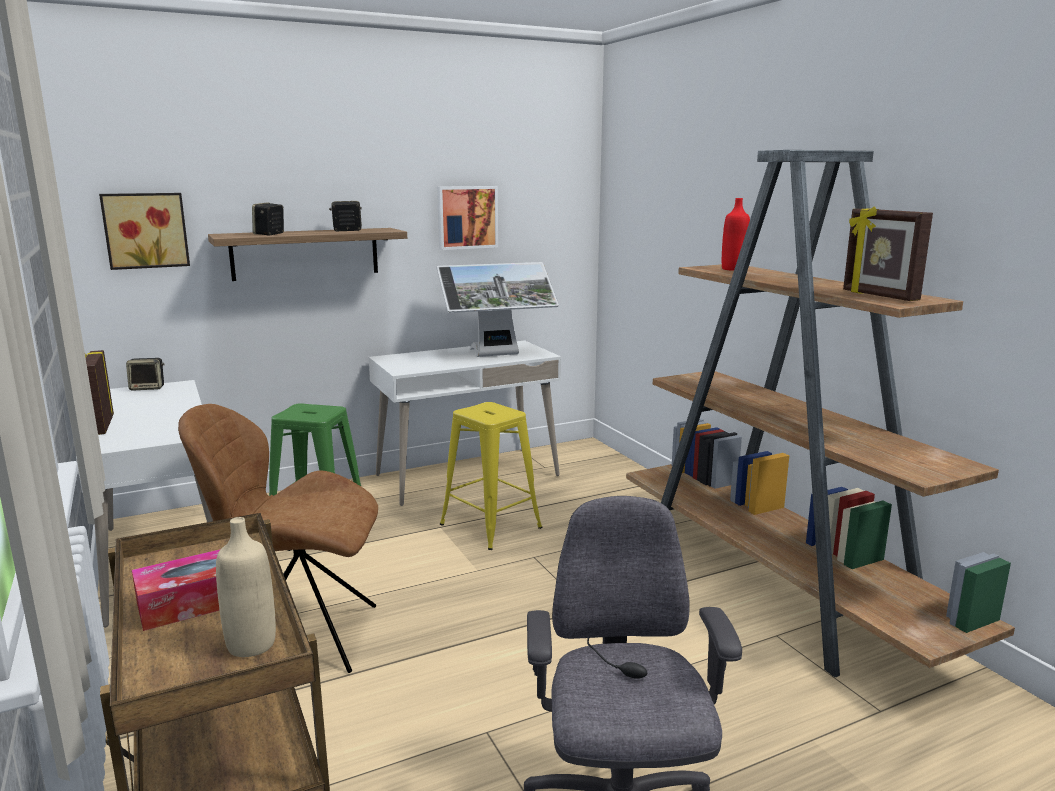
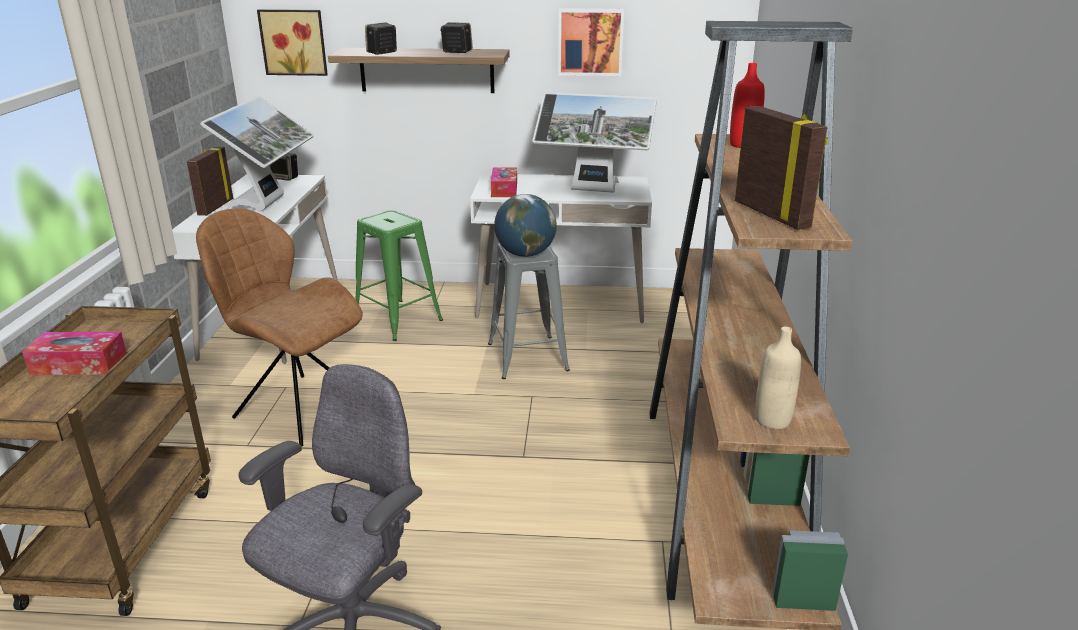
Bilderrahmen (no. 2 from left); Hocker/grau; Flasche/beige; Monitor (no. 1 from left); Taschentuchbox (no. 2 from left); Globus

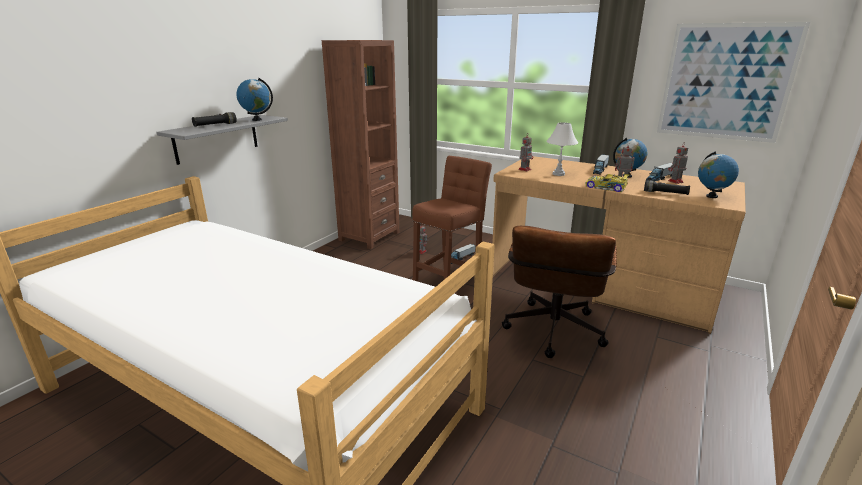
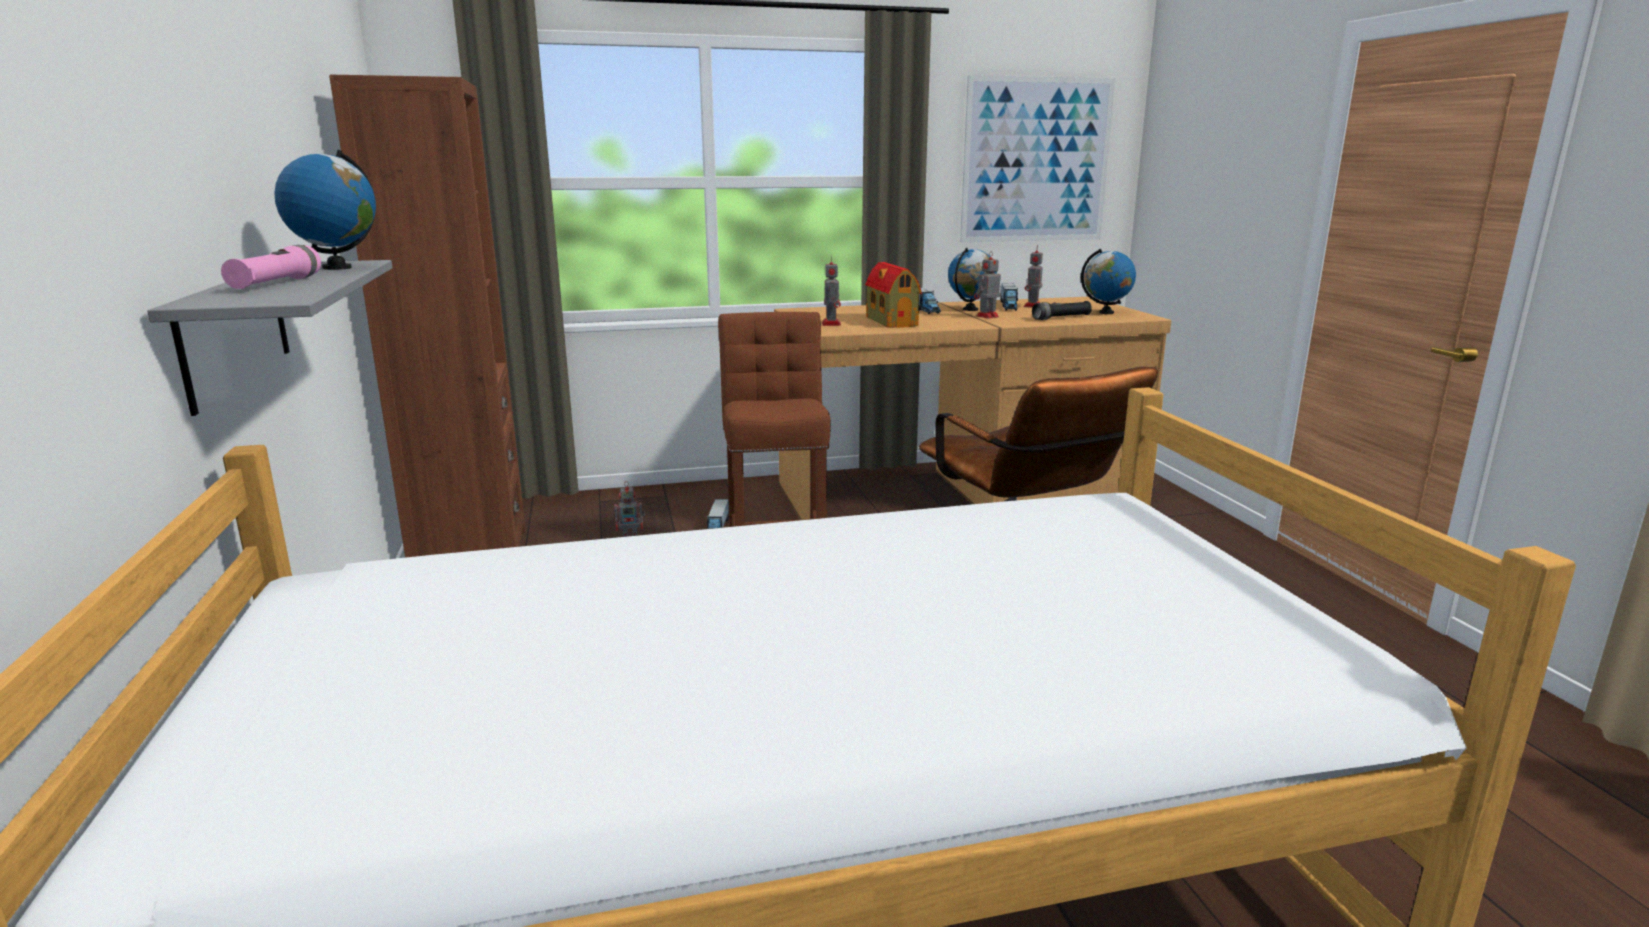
Taschenlampe/rosa; Spielzeughaus; Spielzeugauto

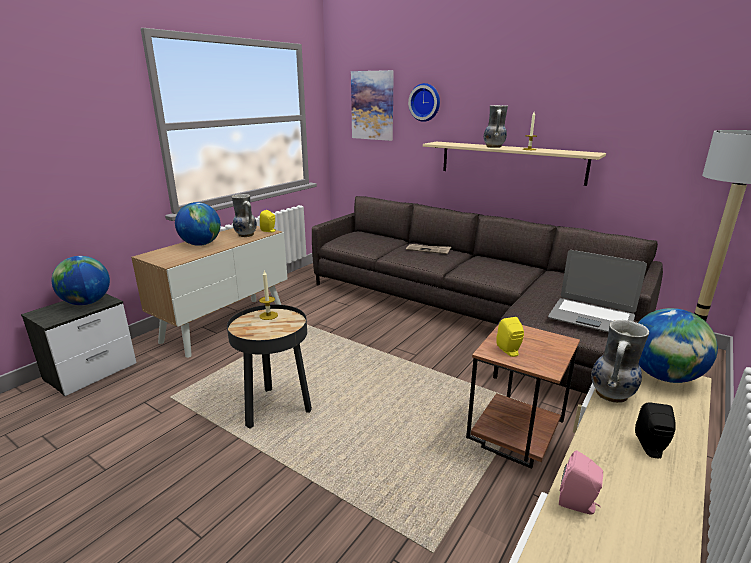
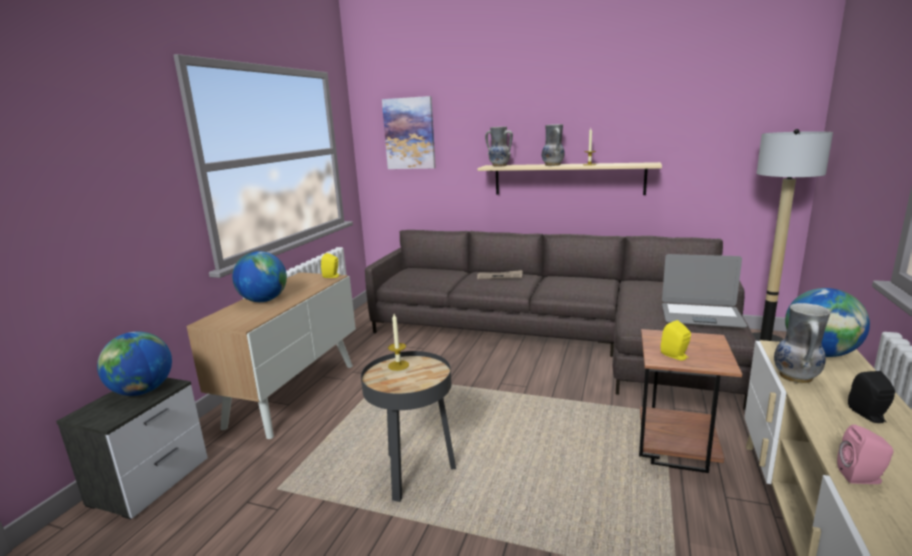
Wanduhr; Vase (no. 1 from left)

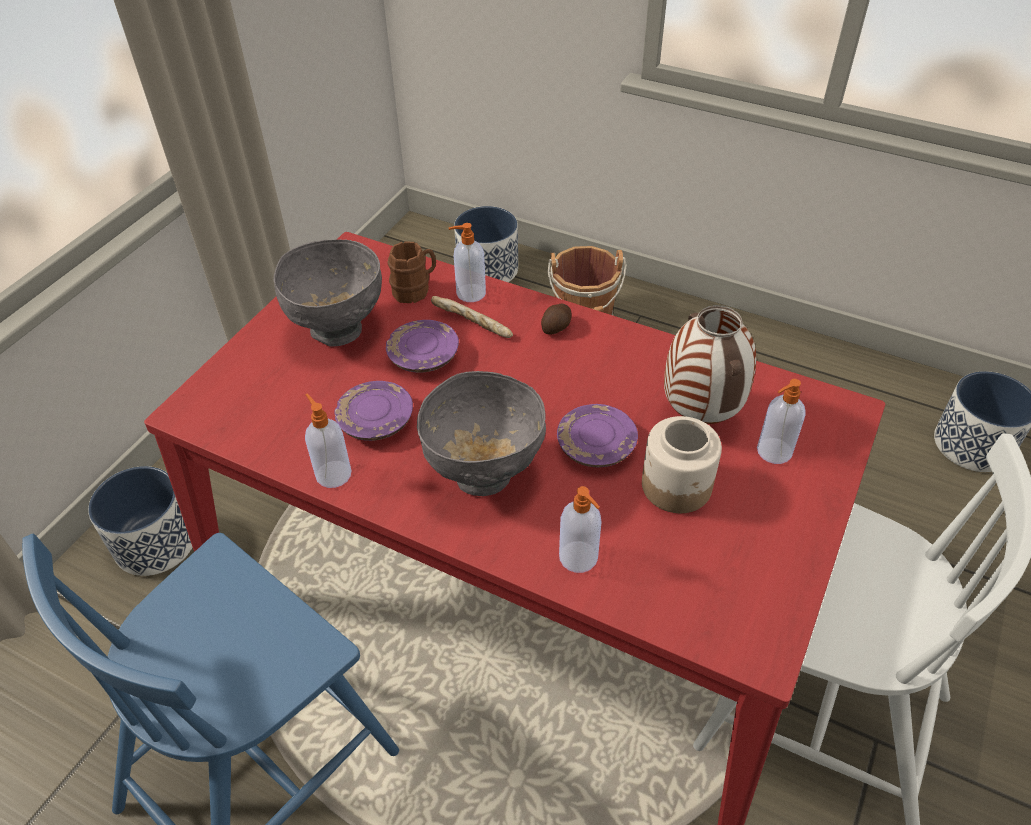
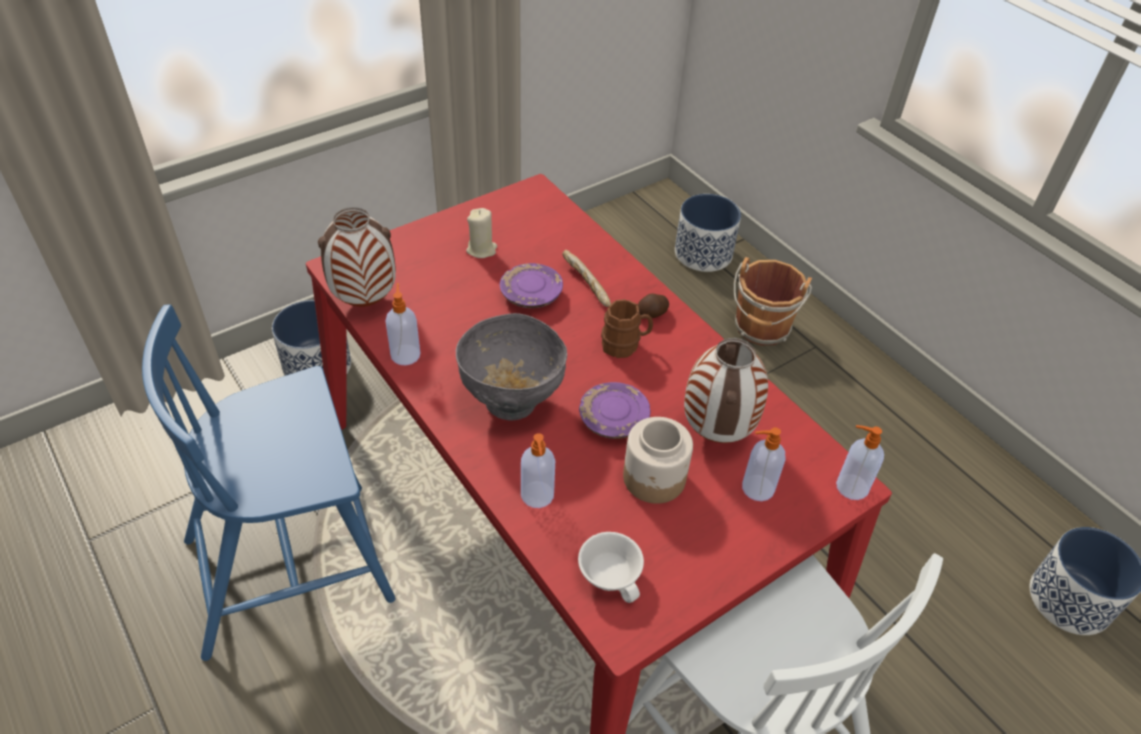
Seifenspender (no. 4 from left); Kerze/beige; Henkelbecher/braun; Teller/lila (no. 1 from left in the first image); Vase (no. 1 from left); Tasse/weiß

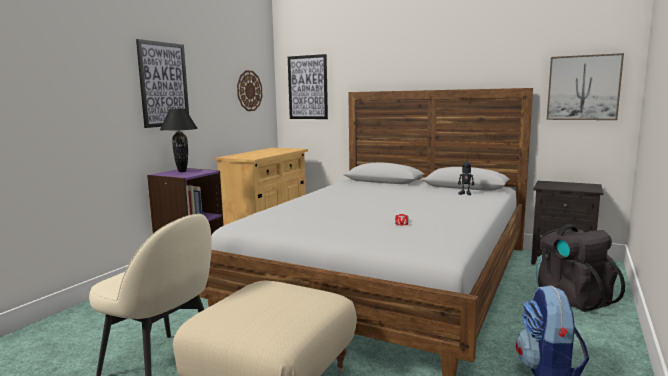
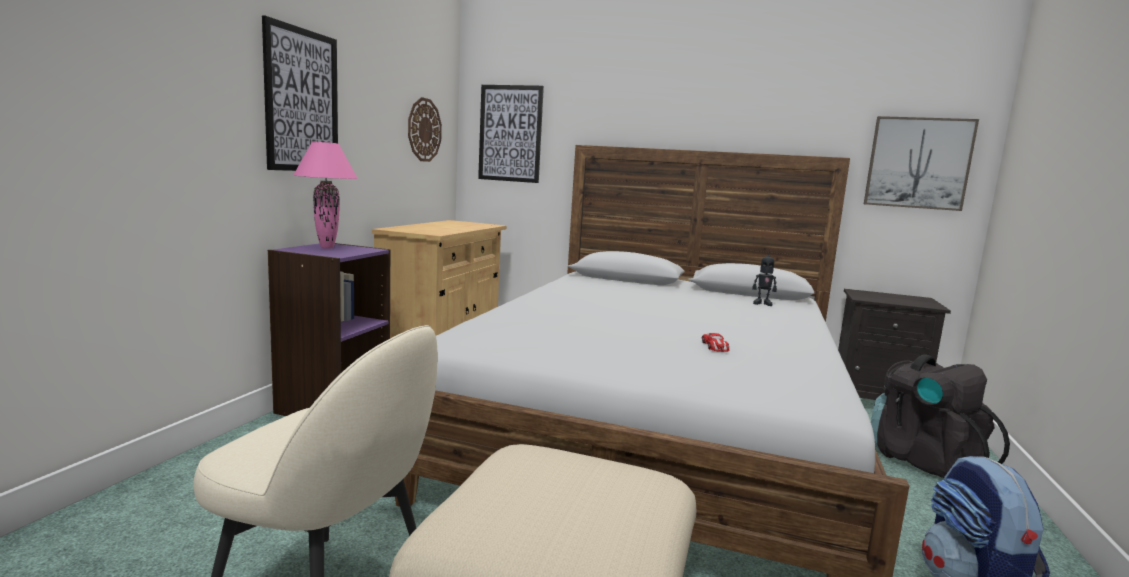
Tischlampe/rosa

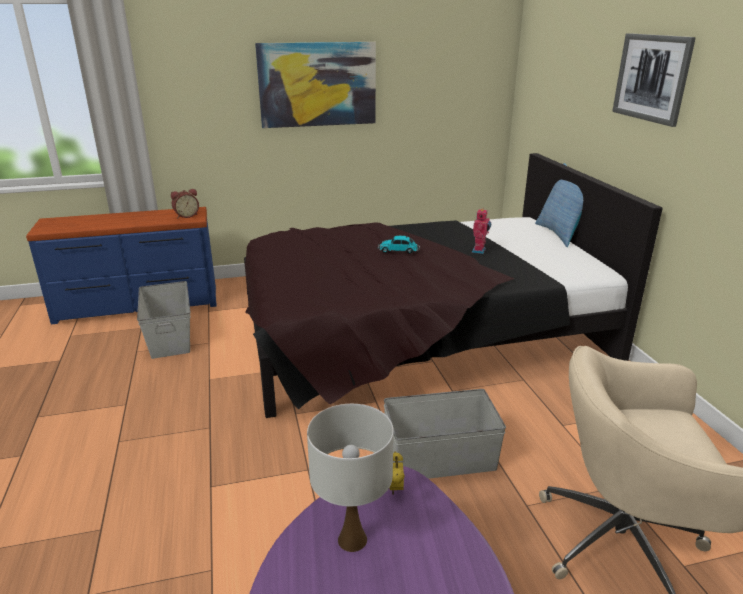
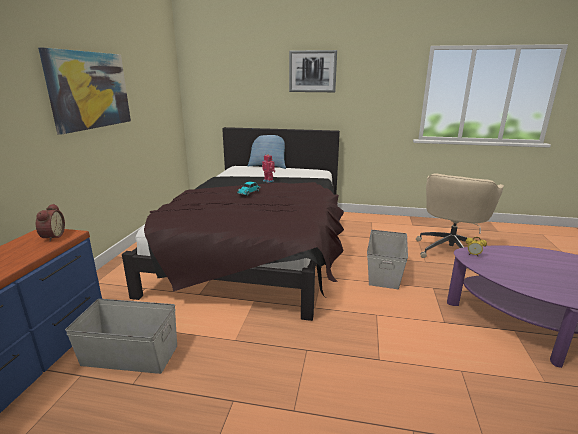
Tischlampe/weiß

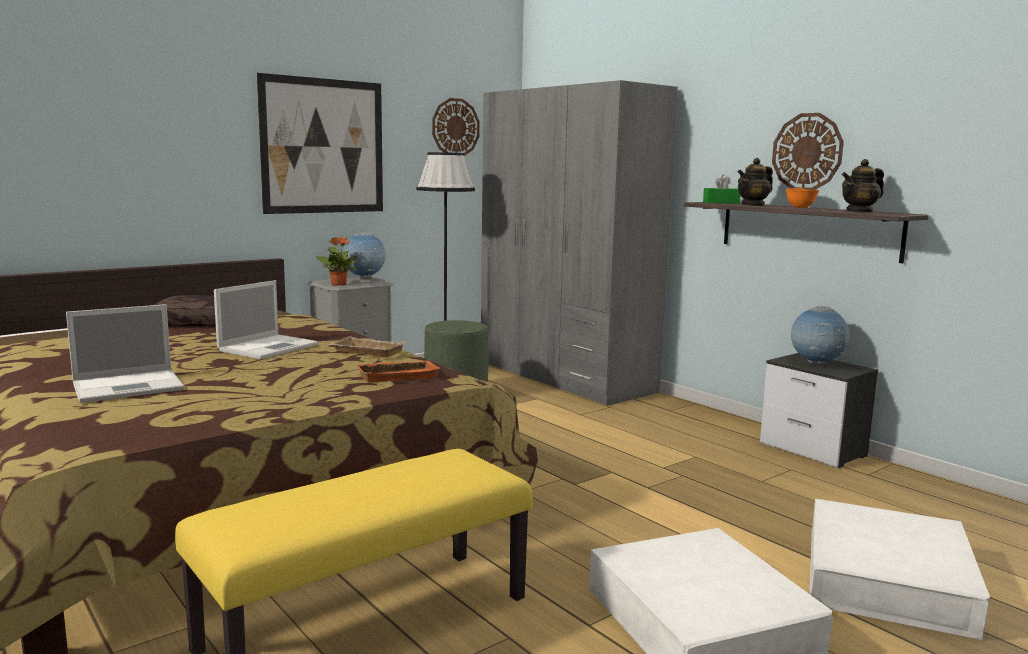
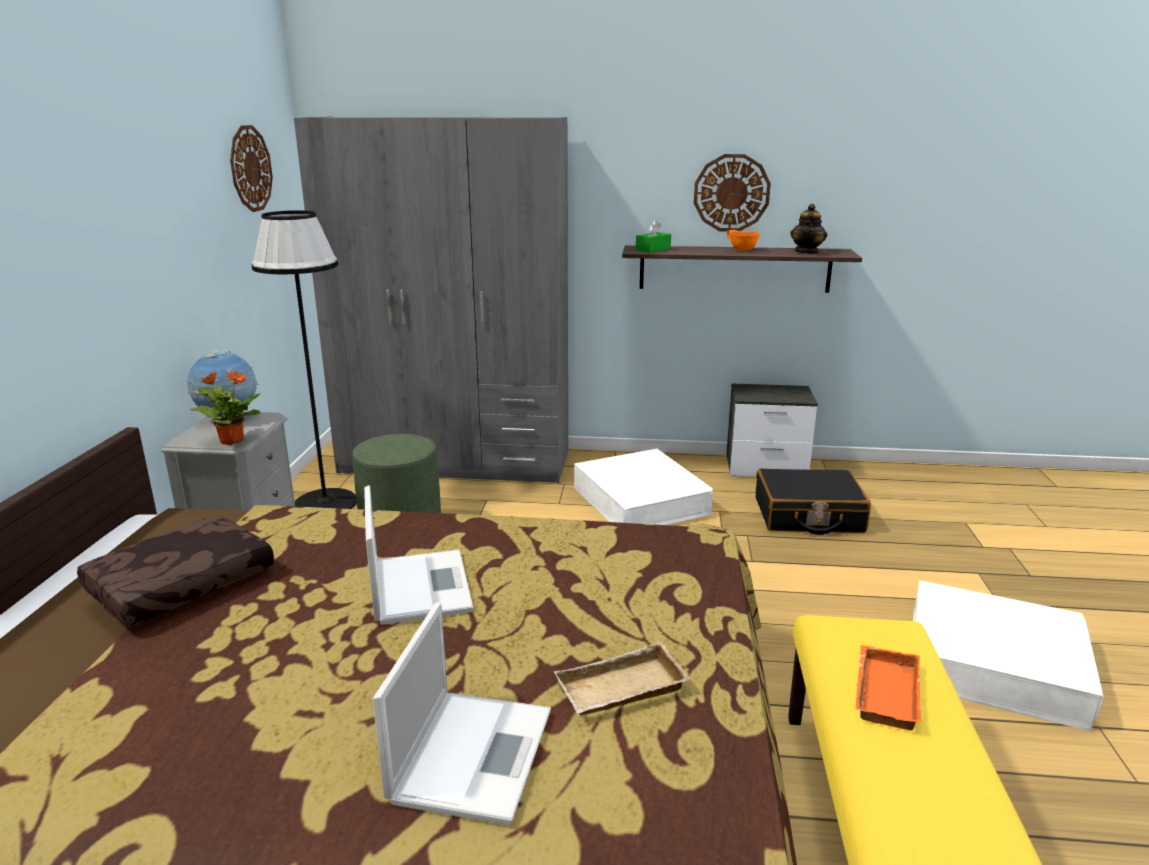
Bild; Teekanne (no. 1 from left in the first image); Globus (no. 2 from left in the first image); Tablett/beige; Tablett/orange; Aufbewahrungsbox/weiß (no. 1 from left); Koffer/schwarz

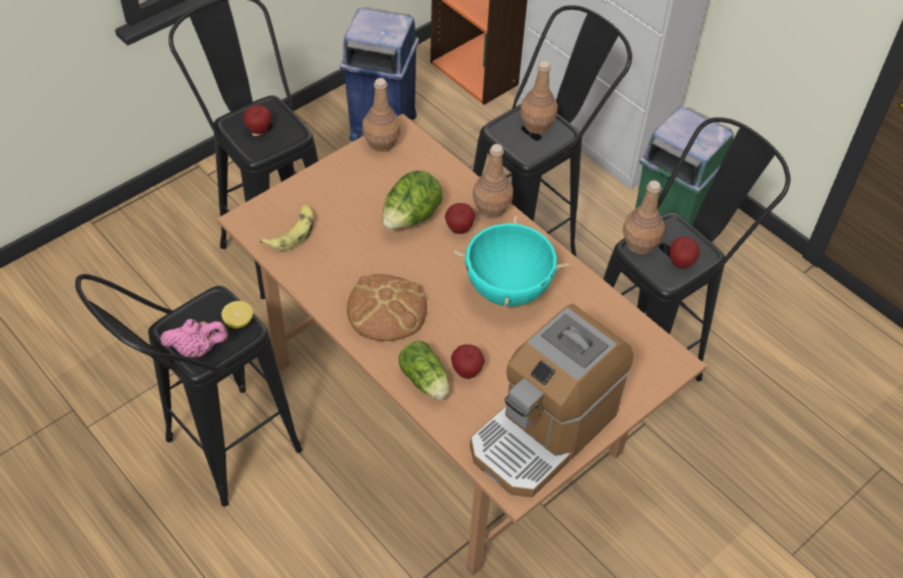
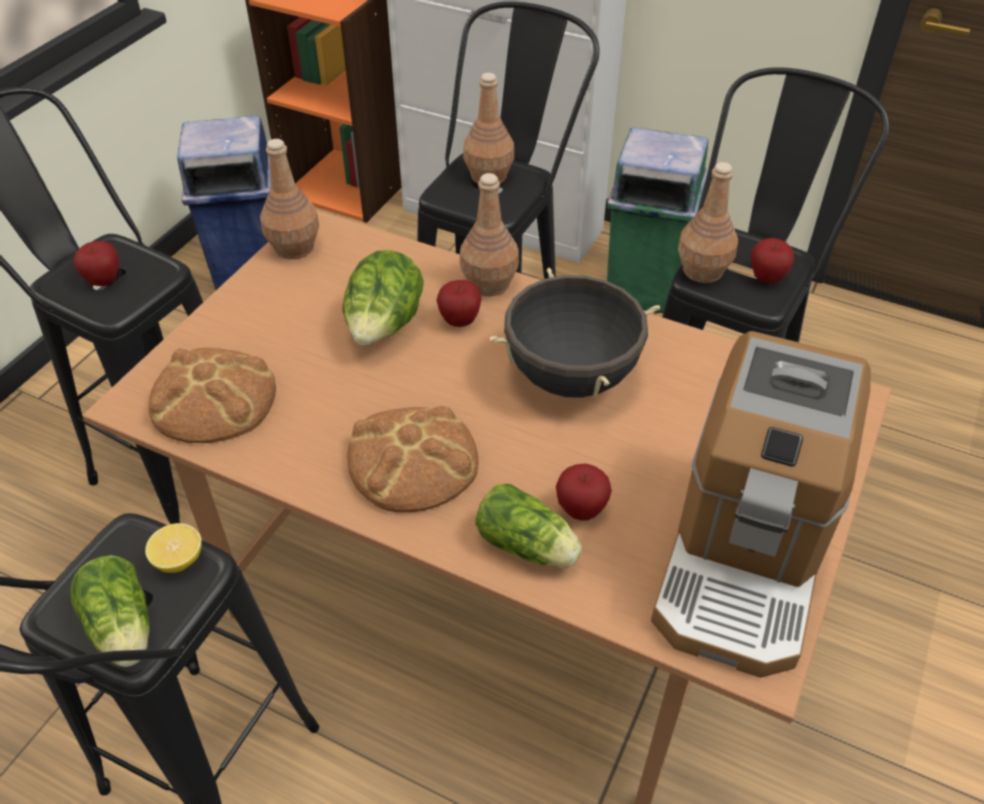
Brot (no. 1 from left); Kochtopf/schwarz; Salatkopf (no. 1 from left)

